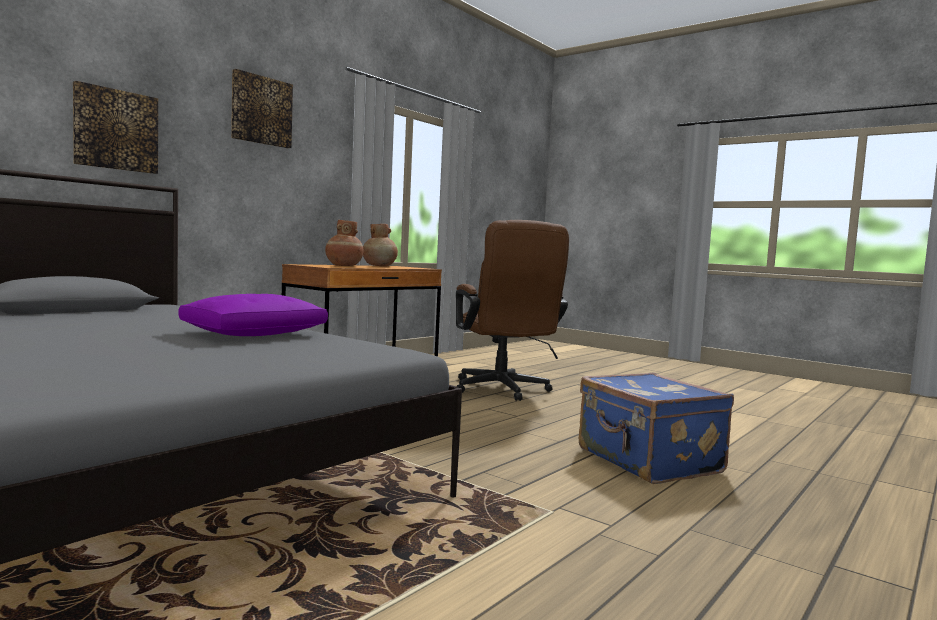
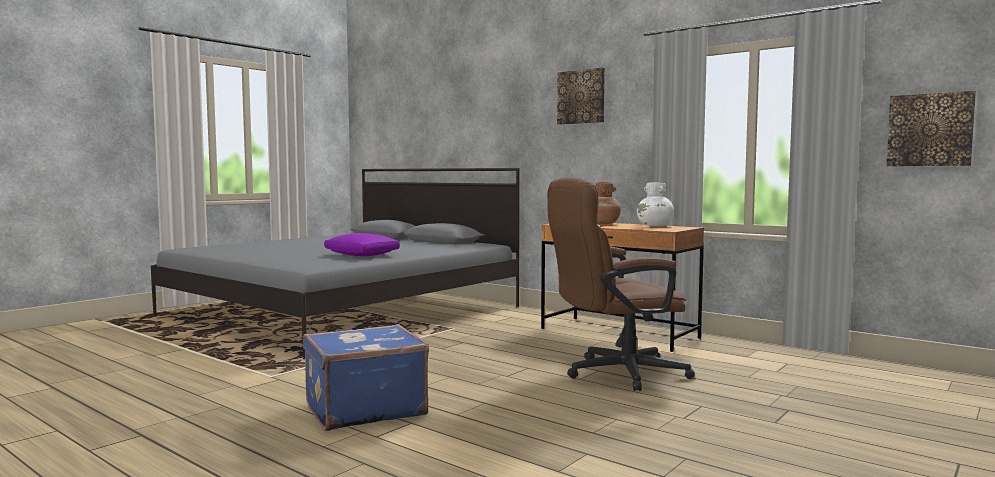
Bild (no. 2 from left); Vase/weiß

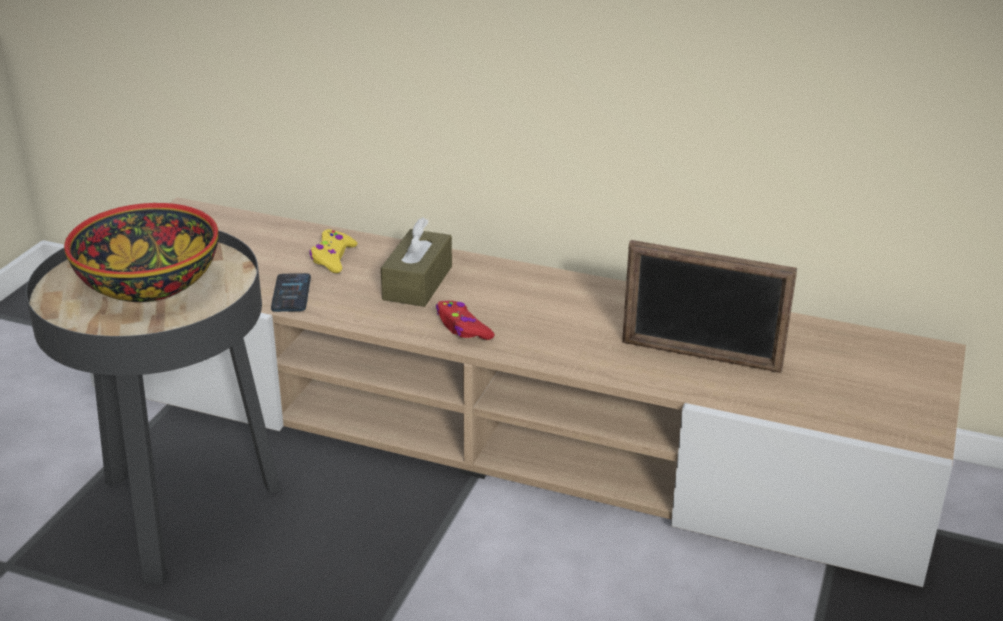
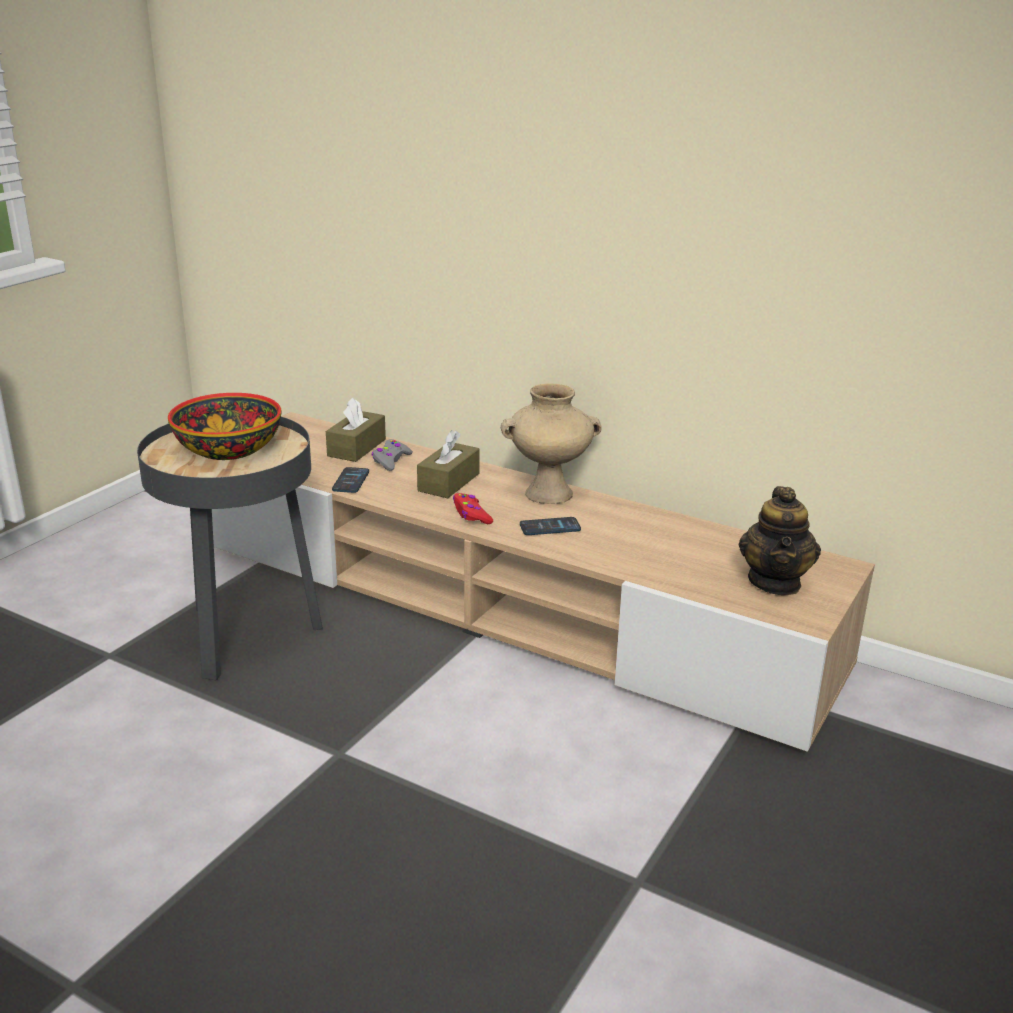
Gamepad/grau; Bilderrahmen; Vase/beige; Taschentuchbox/braun (no. 1 from left); Teekanne; Handy (no. 2 from left)

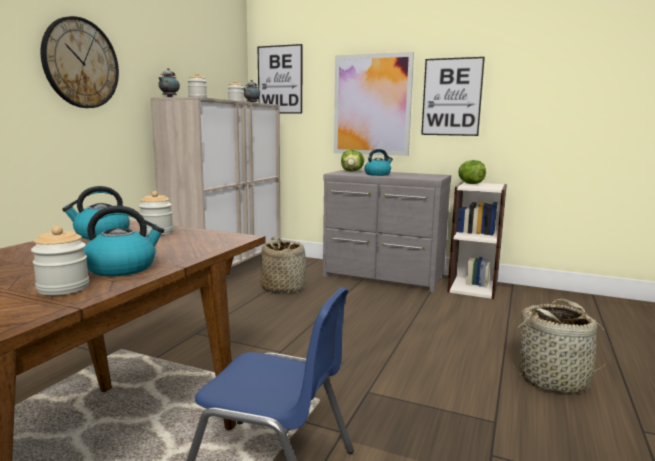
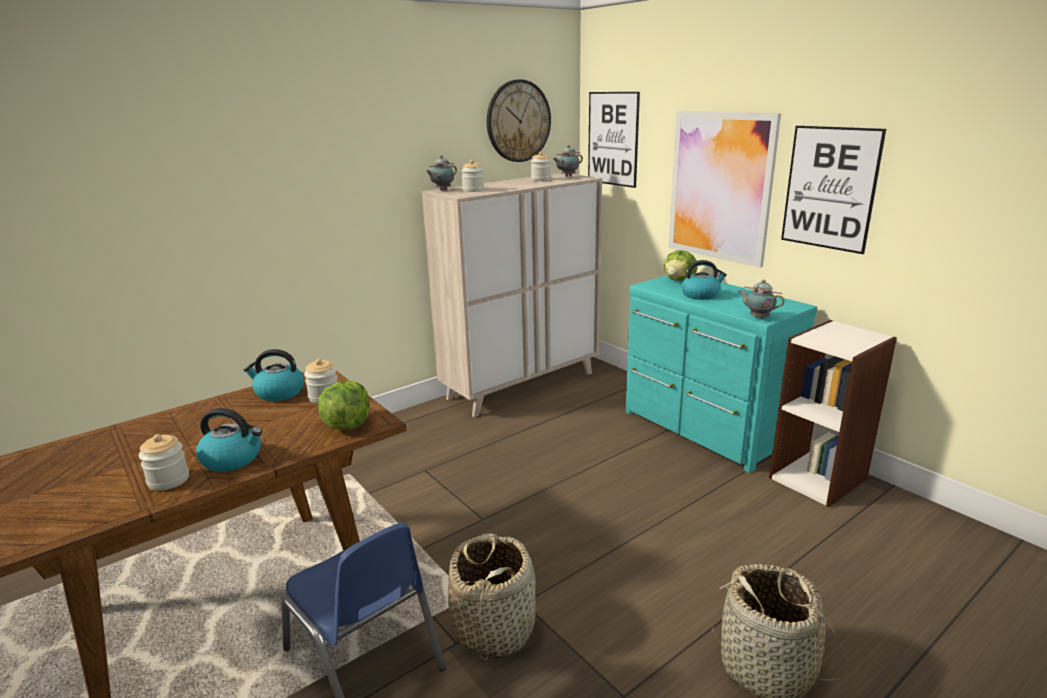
Wanduhr; Salatkopf (no. 1 from left); Kommode/türkis; Korb (no. 1 from left); Teekanne (no. 3 from left)

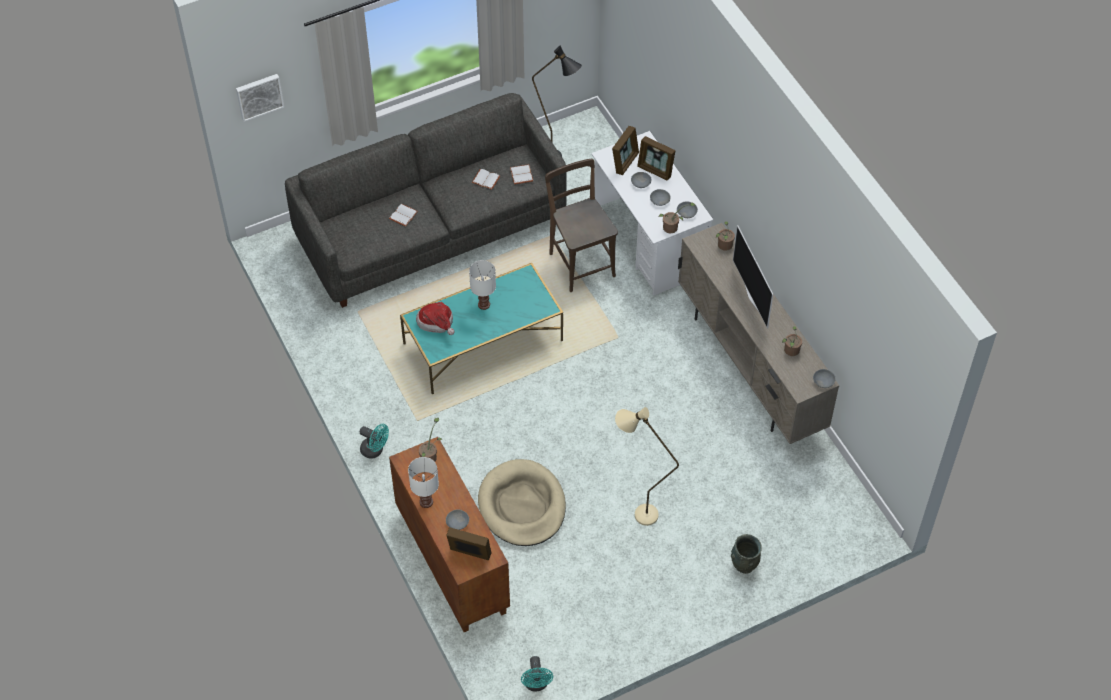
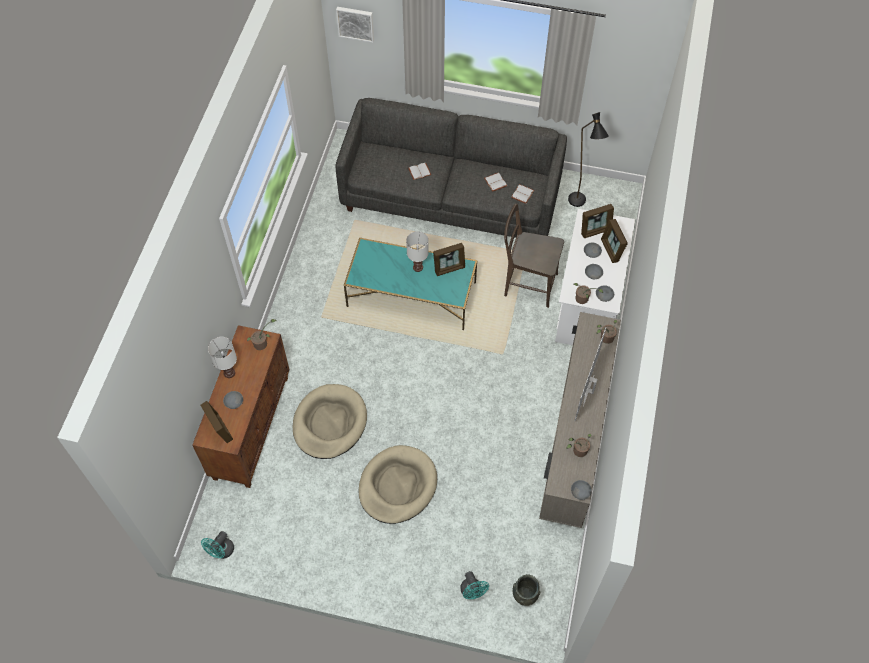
Stuhl/braun; Hut; Hundebett/beige (no. 2 from left); Ventilator/türkis (no. 2 from left); Vase/grau; Bilderrahmen (no. 2 from left)

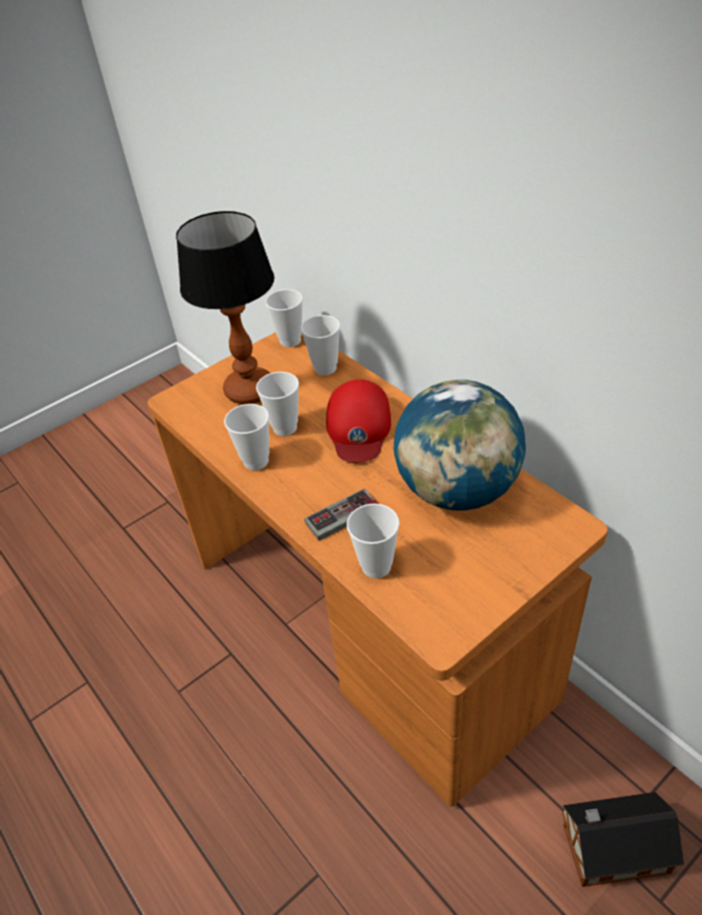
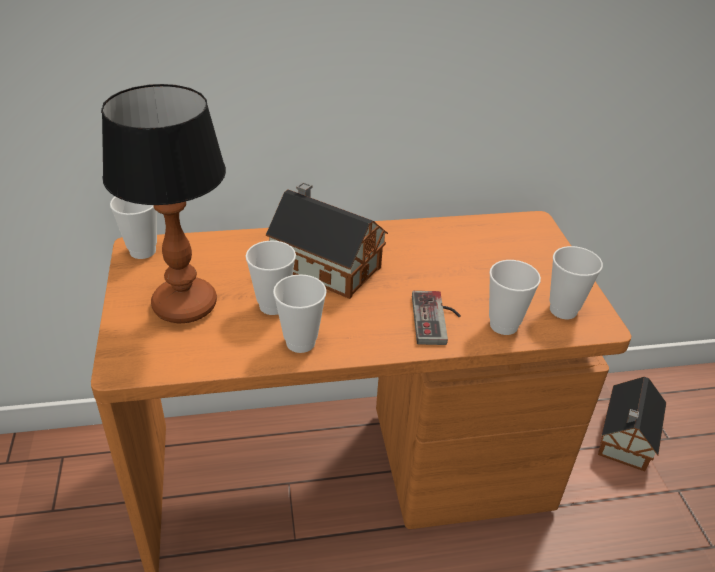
Tasse (no. 5 from left); Spielzeughaus (no. 1 from left); Globus

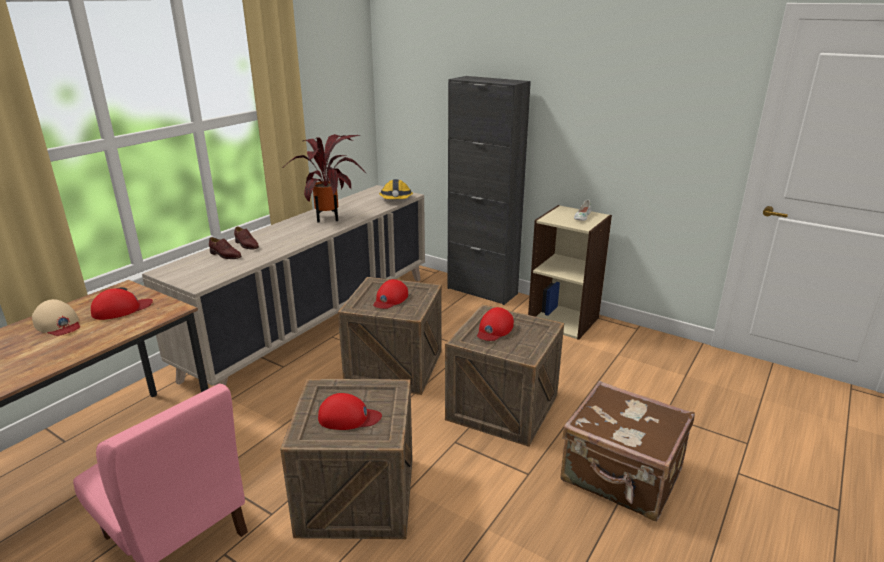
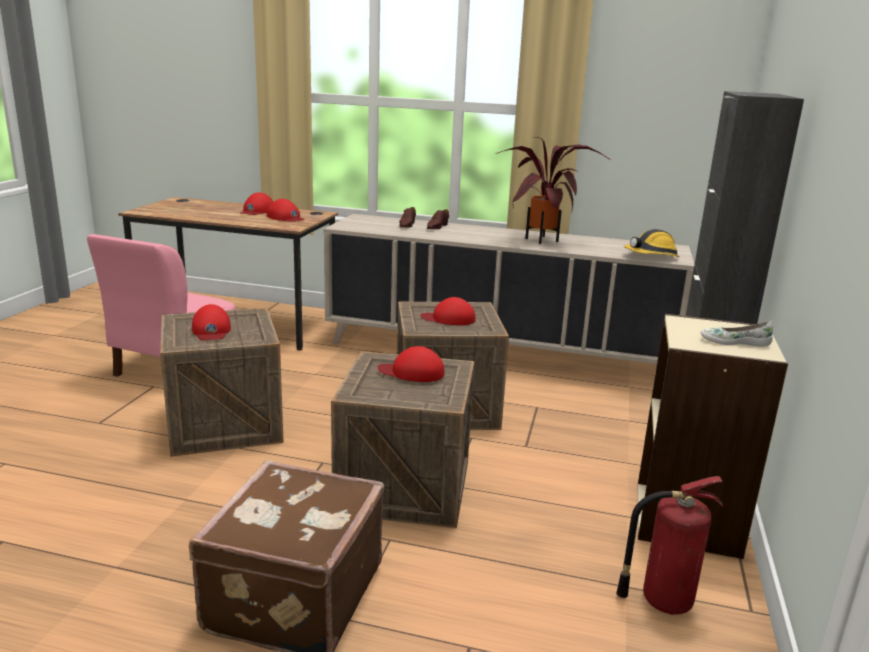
Kappe/rot (no. 2 from left); Feuerlöscher

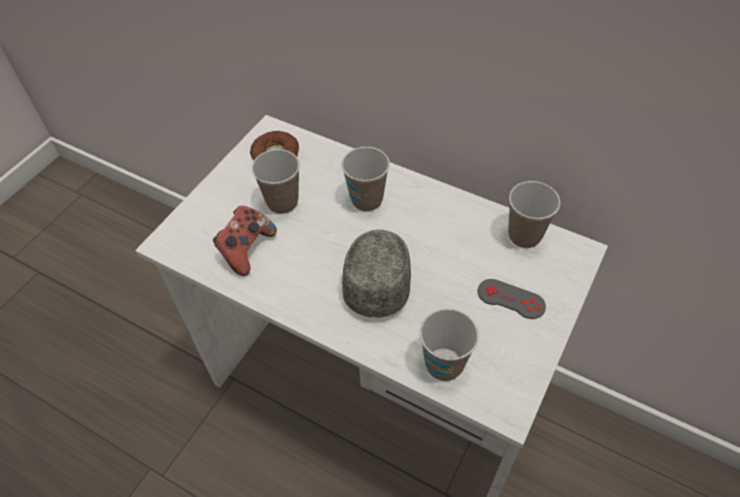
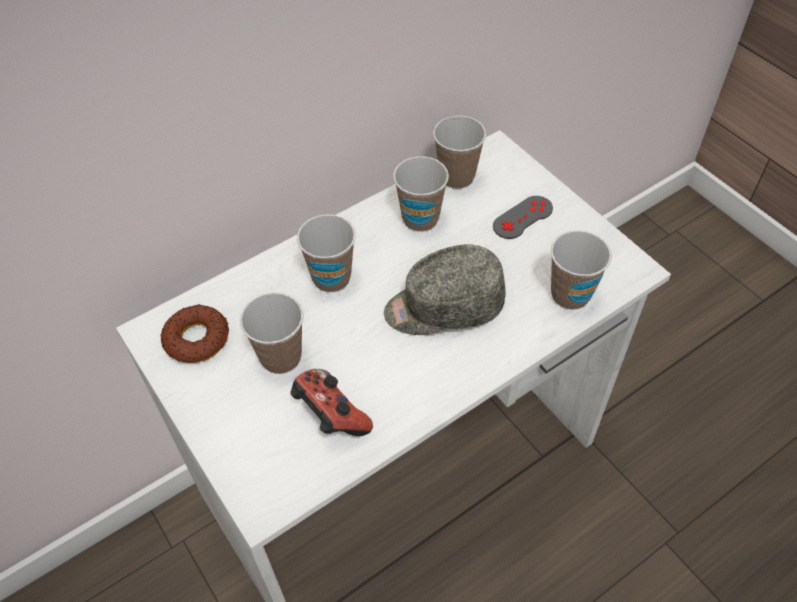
Kappe/grau; Tasse (no. 3 from left)

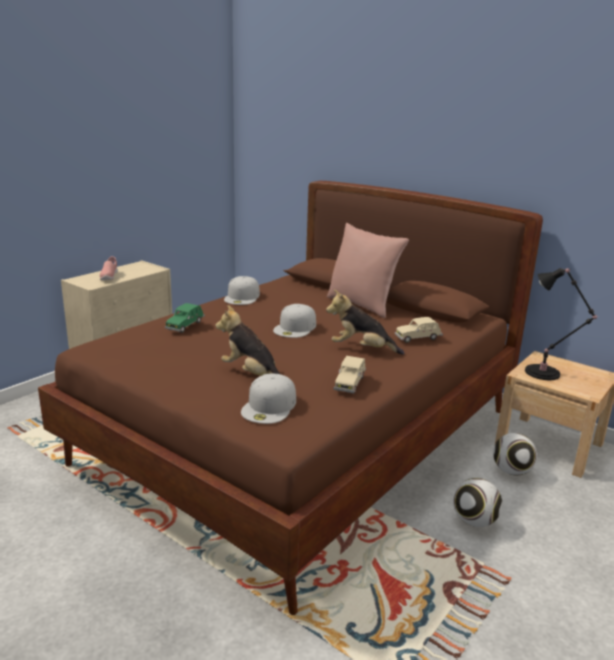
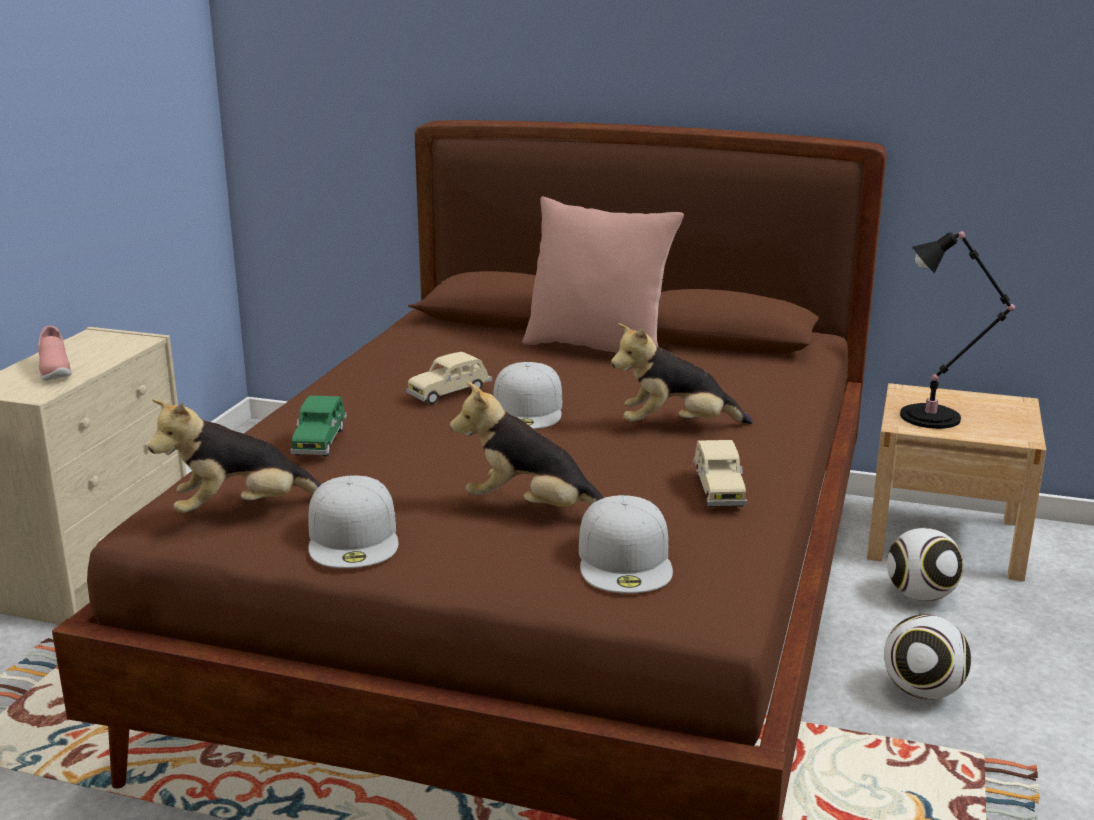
Kappe/weiß (no. 1 from left); Spielzeugauto/beige (no. 1 from left); Plüschtier (no. 1 from left)

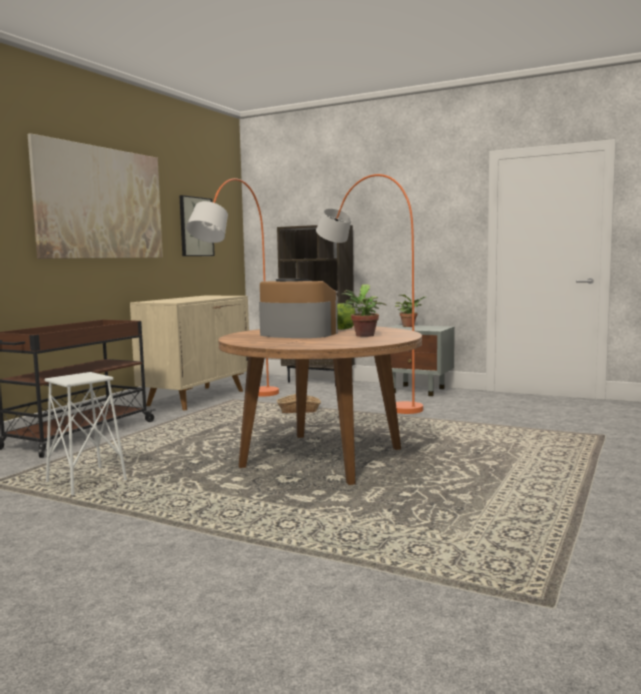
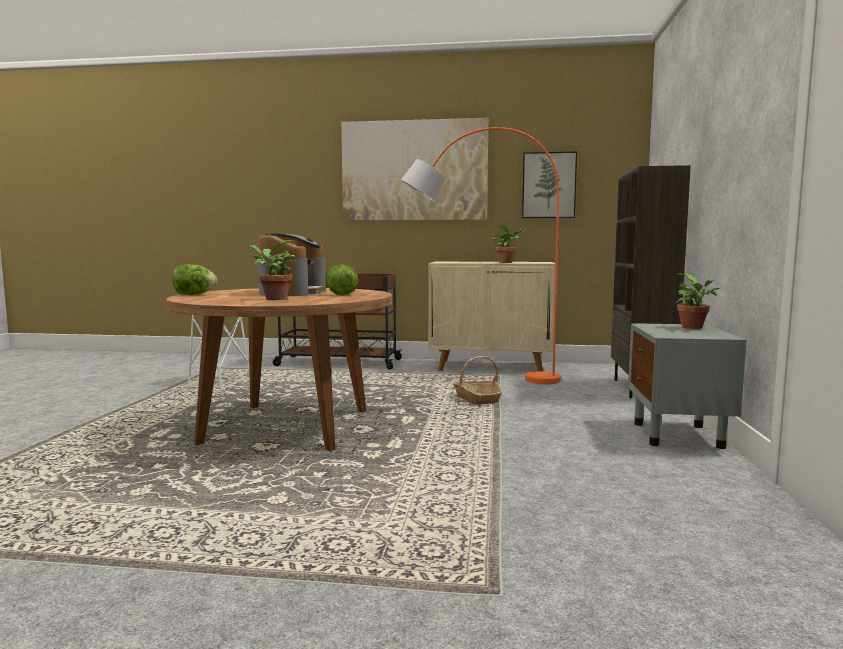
Stehlampe/orange (no. 2 from left in the first image); Topfpflanze (no. 2 from left); Salatkopf (no. 1 from left)

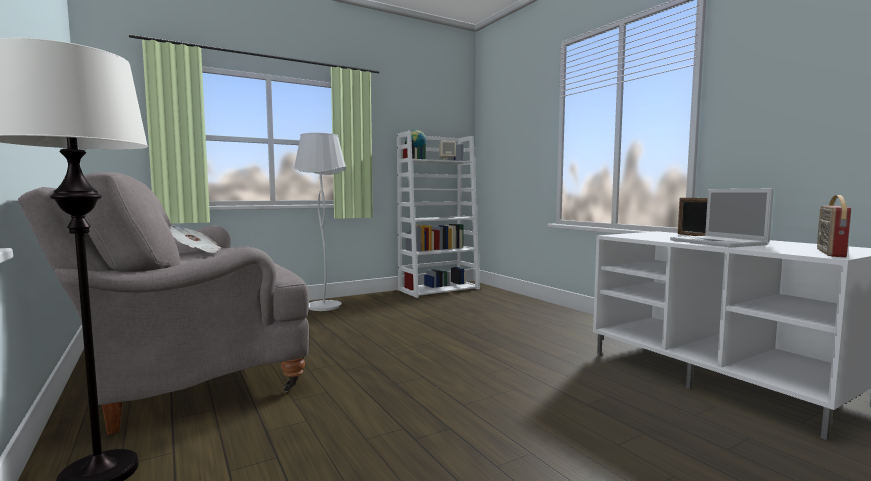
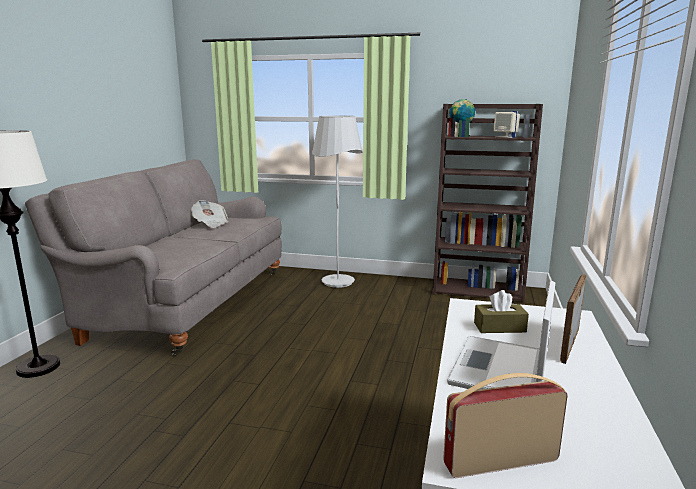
Bücherregal/braun; Taschentuchbox/braun

